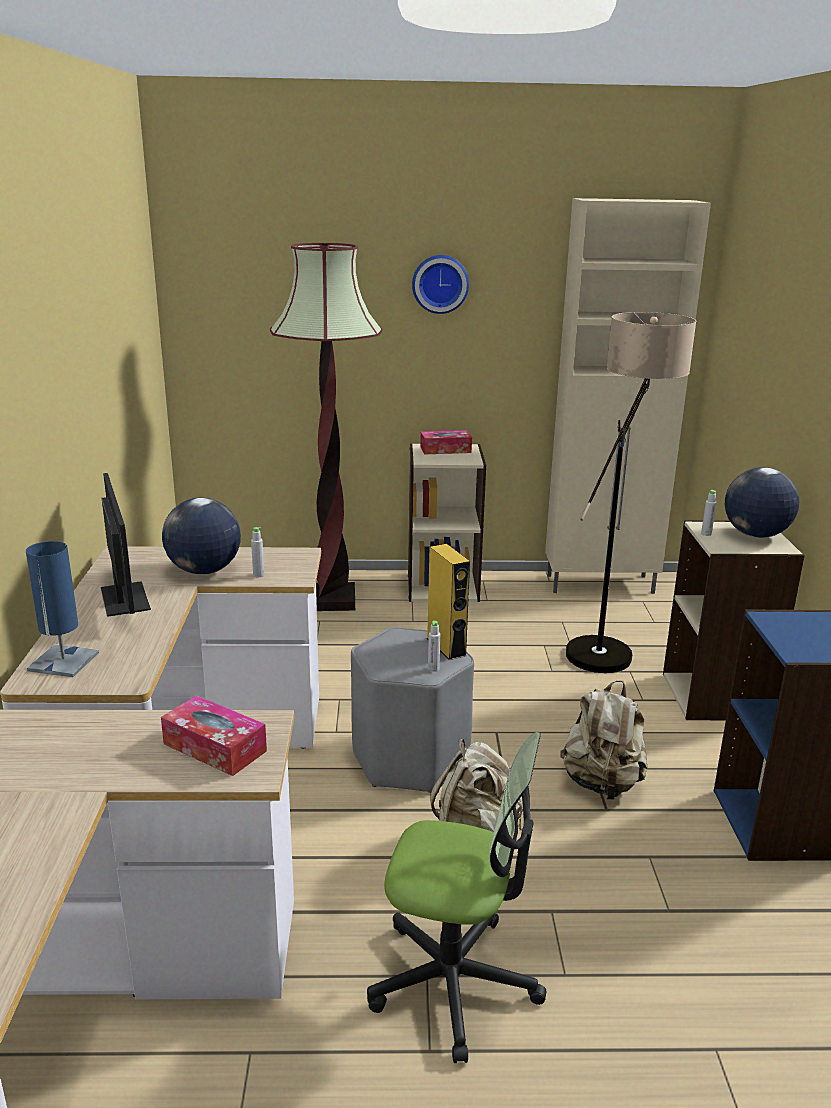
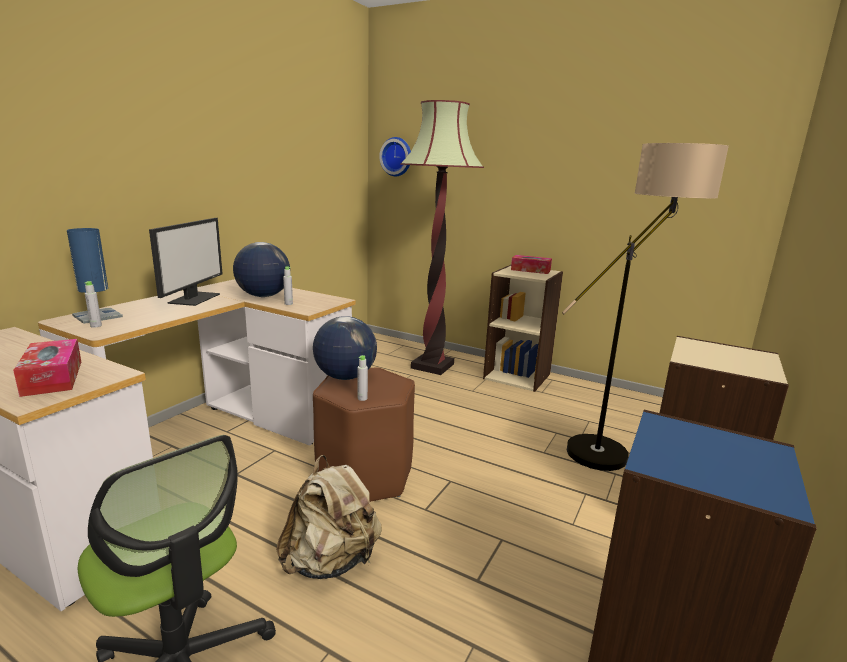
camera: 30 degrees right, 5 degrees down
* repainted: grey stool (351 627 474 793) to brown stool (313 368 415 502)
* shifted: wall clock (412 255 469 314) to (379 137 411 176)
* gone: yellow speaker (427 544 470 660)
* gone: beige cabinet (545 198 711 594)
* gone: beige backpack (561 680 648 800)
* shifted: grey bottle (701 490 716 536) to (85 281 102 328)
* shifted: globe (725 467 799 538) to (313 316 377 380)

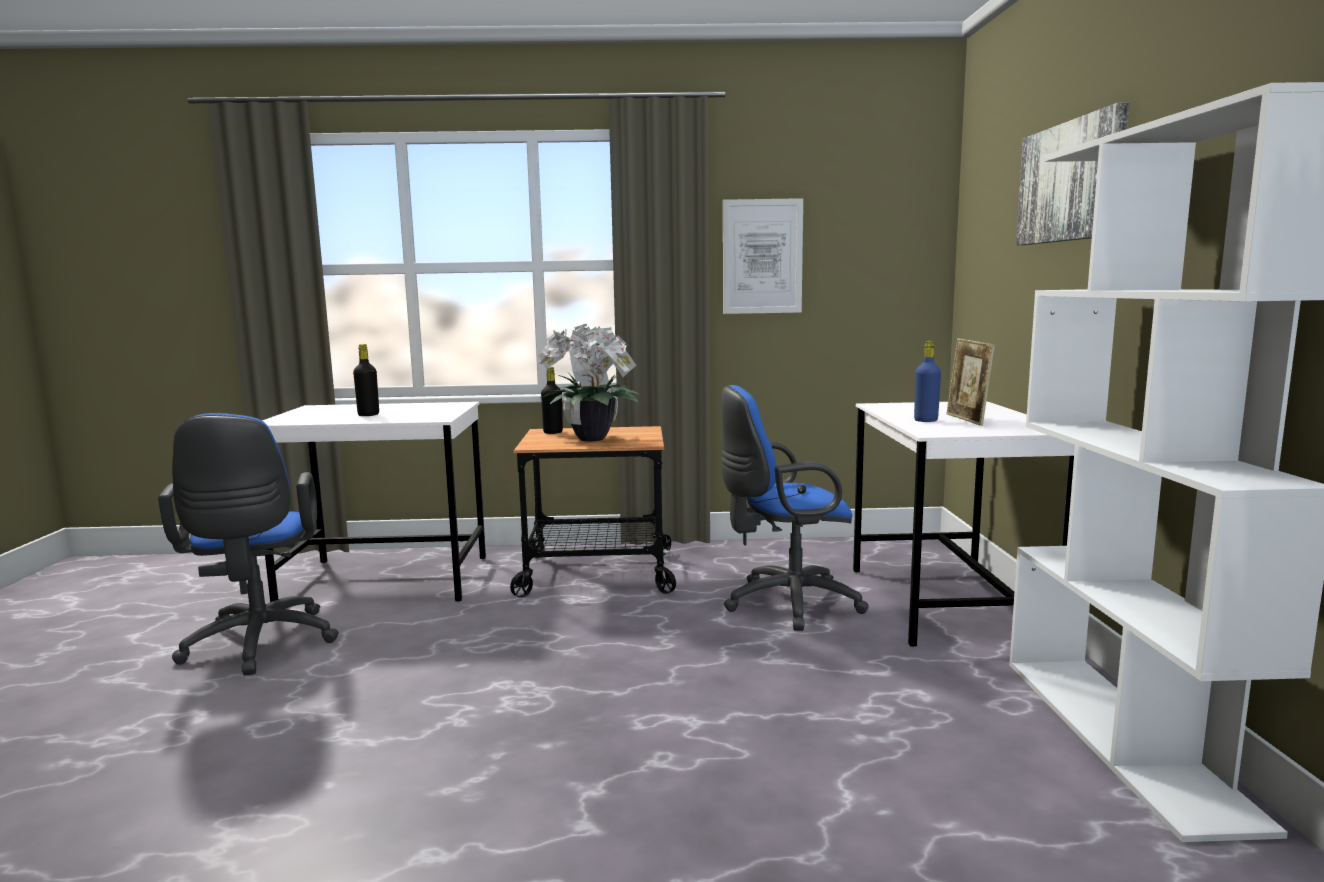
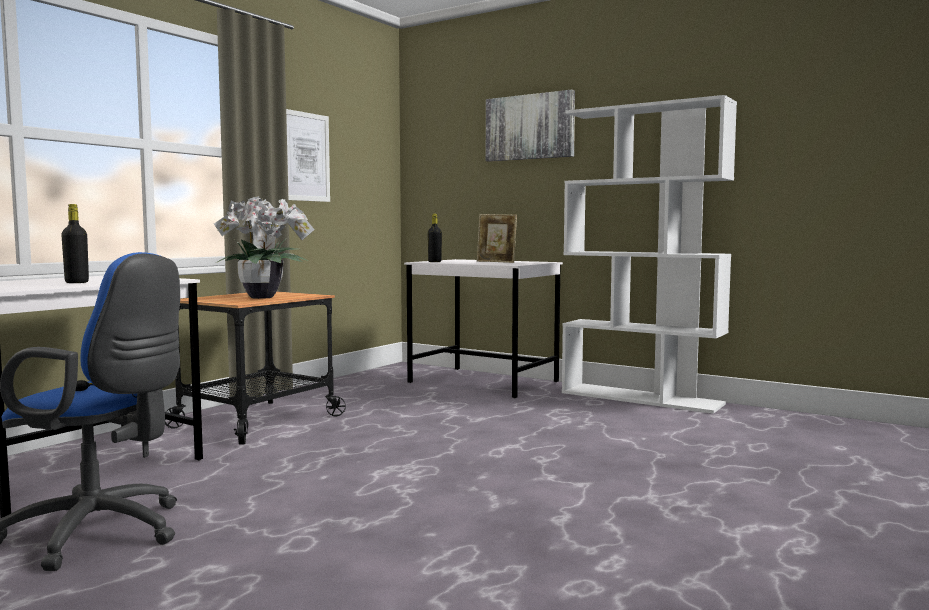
camera: 55 degrees left, 5 degrees down
* shifted: black bottle (541 367 563 434) to (428 214 442 262)
* gone: blue office chair (721 385 869 631)
* gone: blue bottle (914 341 941 422)

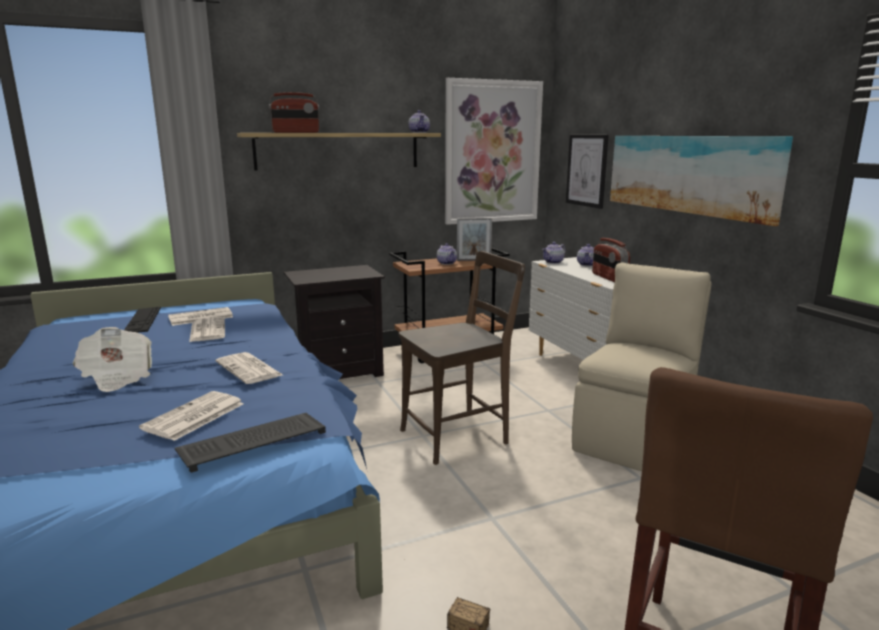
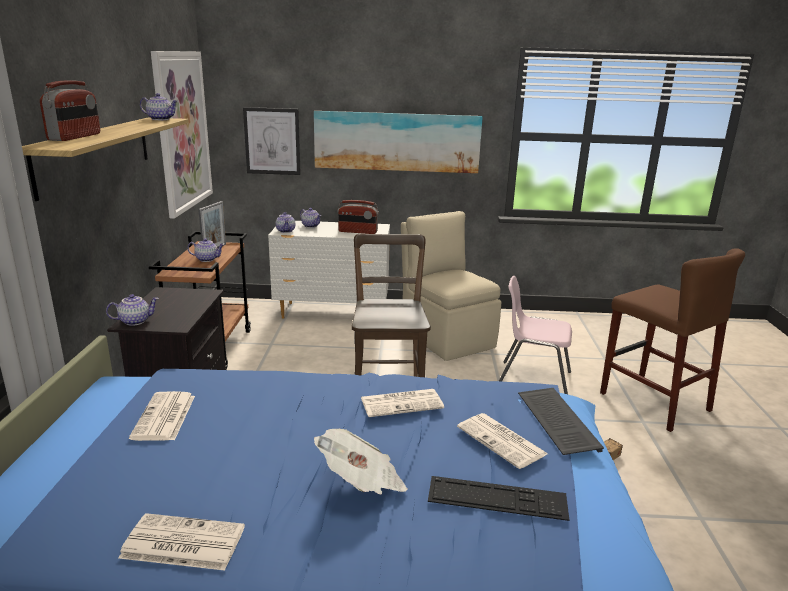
camera: 65 degrees left, 5 degrees up
* shifted: keyboard (124 307 161 332) to (428 476 569 521)
* shifted: newspaper (189 317 225 342) to (119 513 245 570)
* new: teapot (106 294 159 326)
* new: pink chair (499 276 572 394)

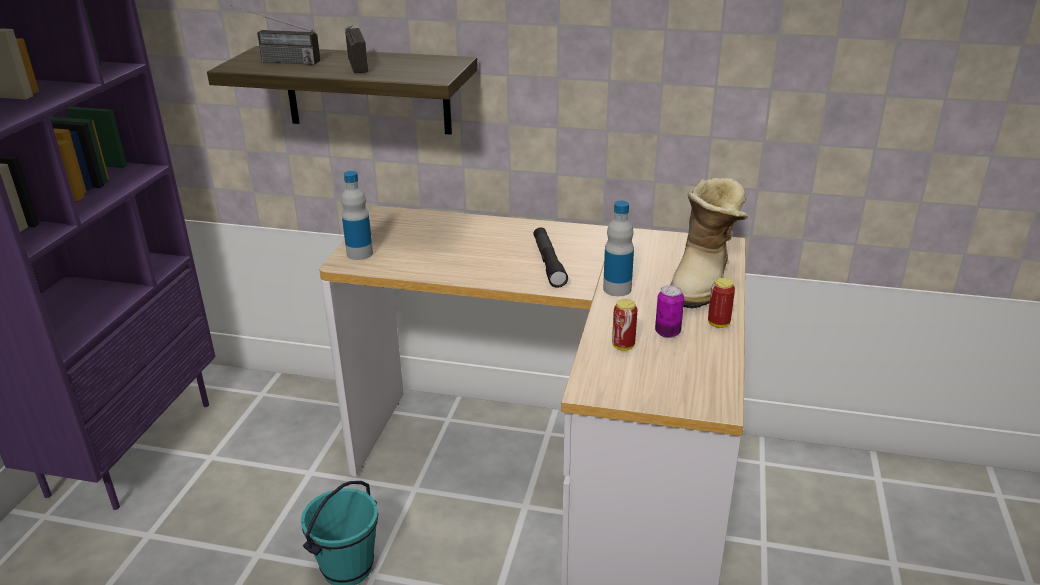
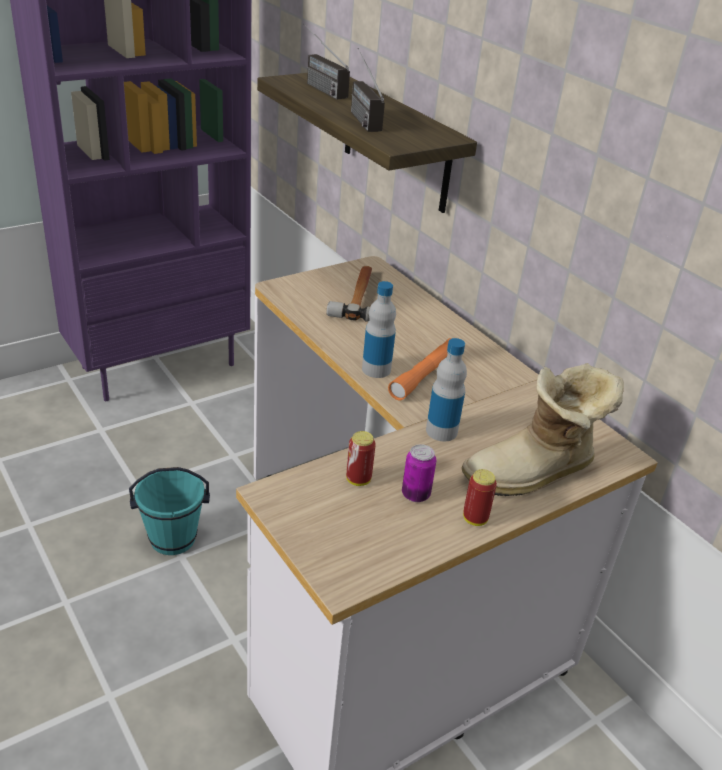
camera: 40 degrees right, 5 degrees up
* shifted: bottle (341 171 373 260) to (362 281 396 378)
* rotated: radio (345 25 368 73) = (351 48 385 132) 135 degrees clockwise
* repainted: black flashlight (533 227 568 288) to orange flashlight (388 338 452 400)
* new: hammer (327 266 372 322)

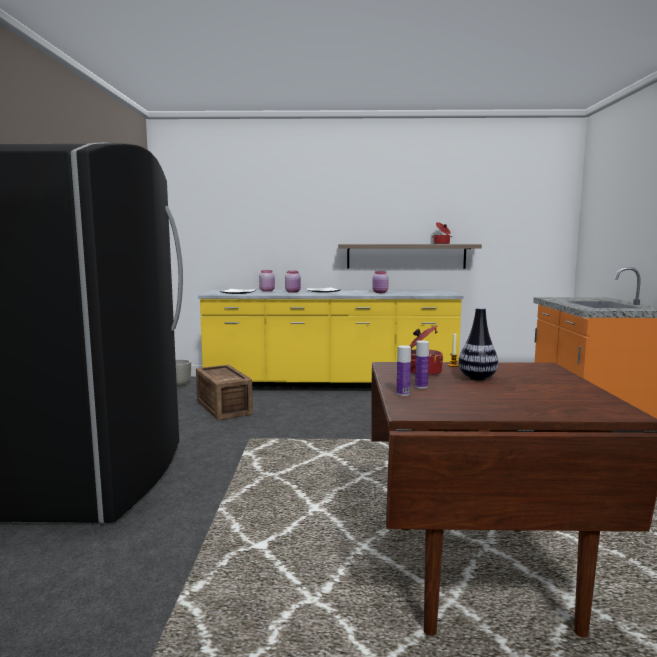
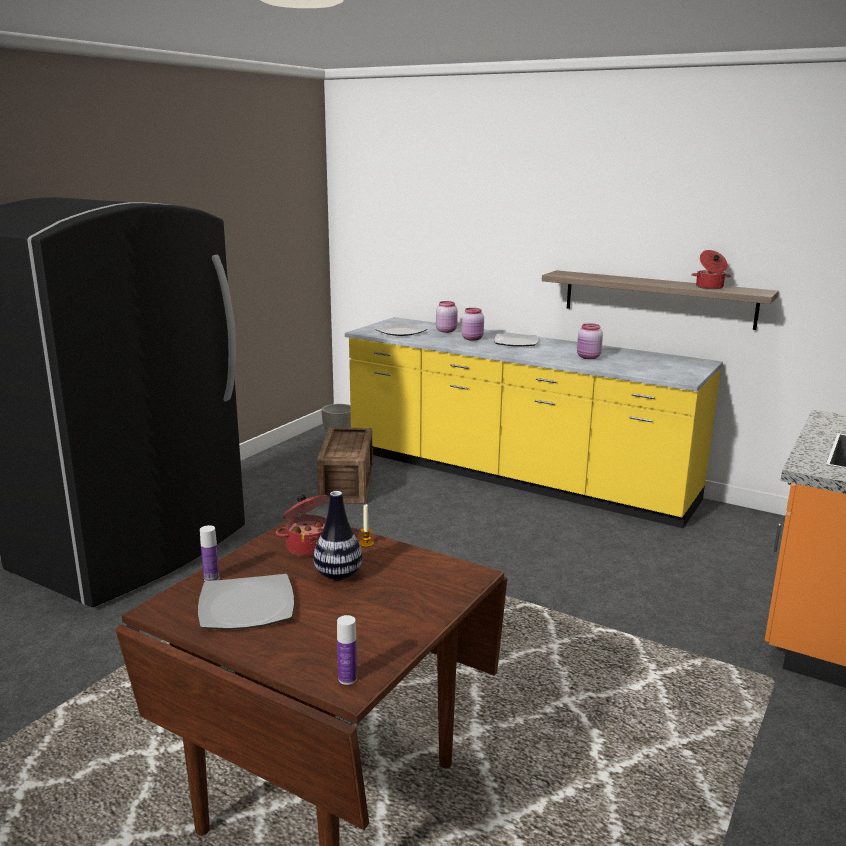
camera: 30 degrees right, 10 degrees up
* shifted: bottle (415 340 429 389) to (337 615 357 685)
* new: plate (198 574 294 630)

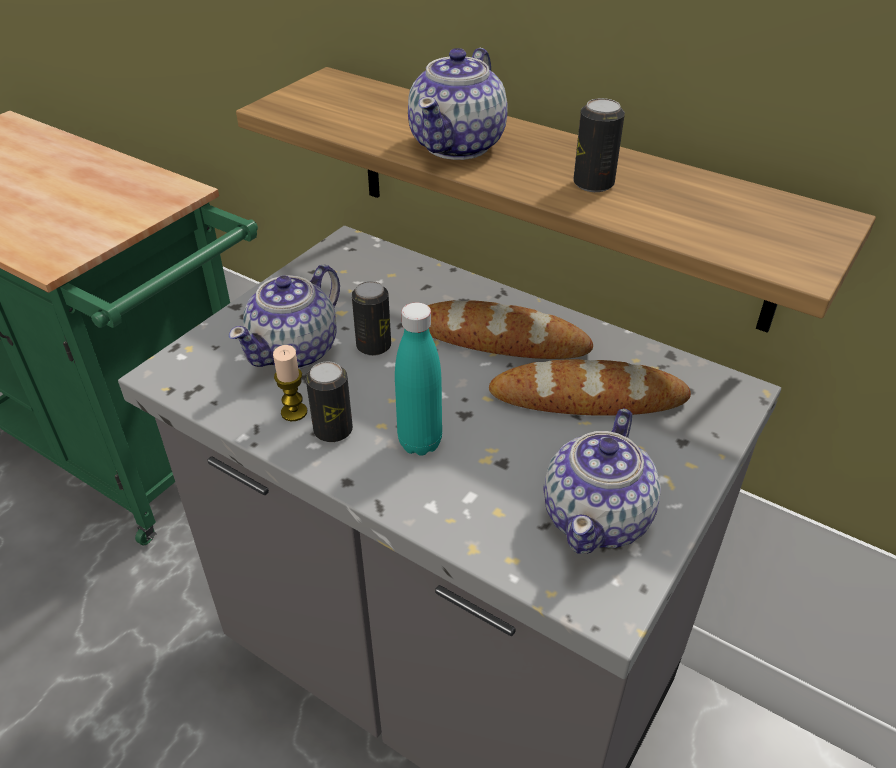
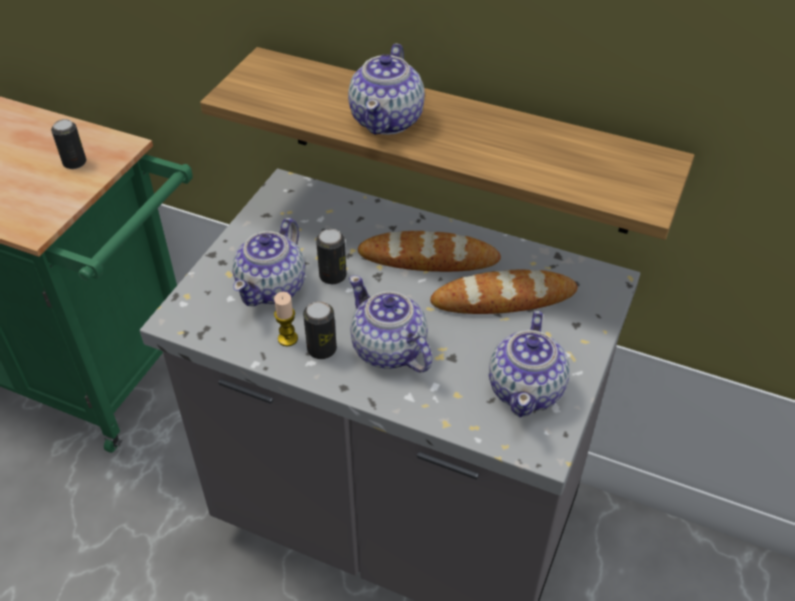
camera: 10 degrees left, 5 degrees up
* swapped: turquoise bottle (395 303 442 456) to teapot (349 275 432 373)
* shifted: can (573 98 625 192) to (51 119 86 169)

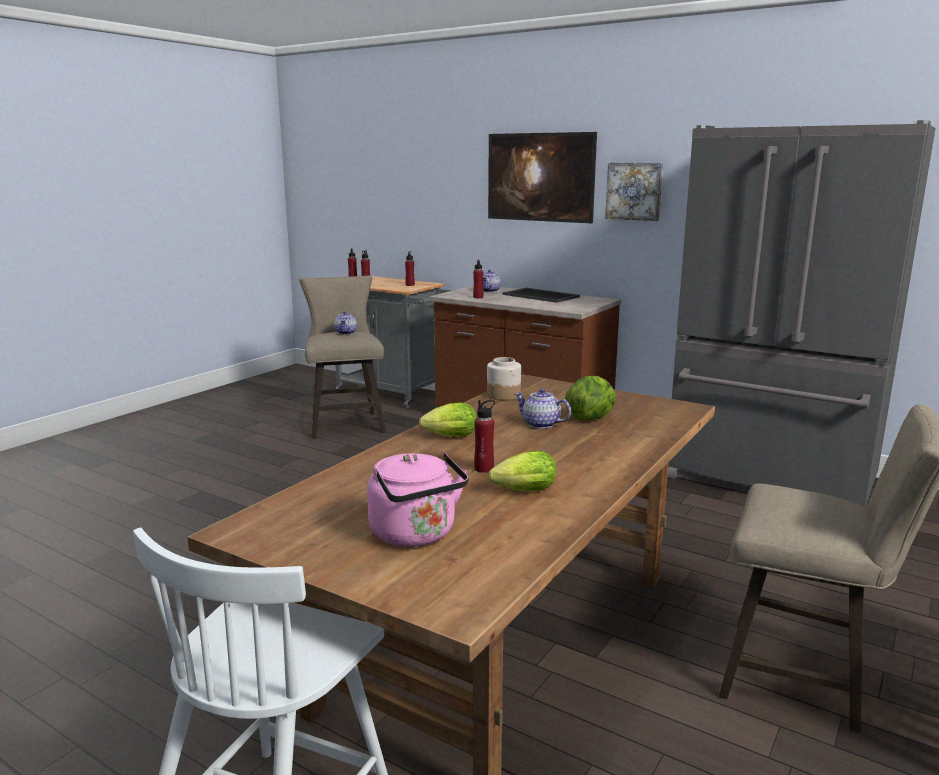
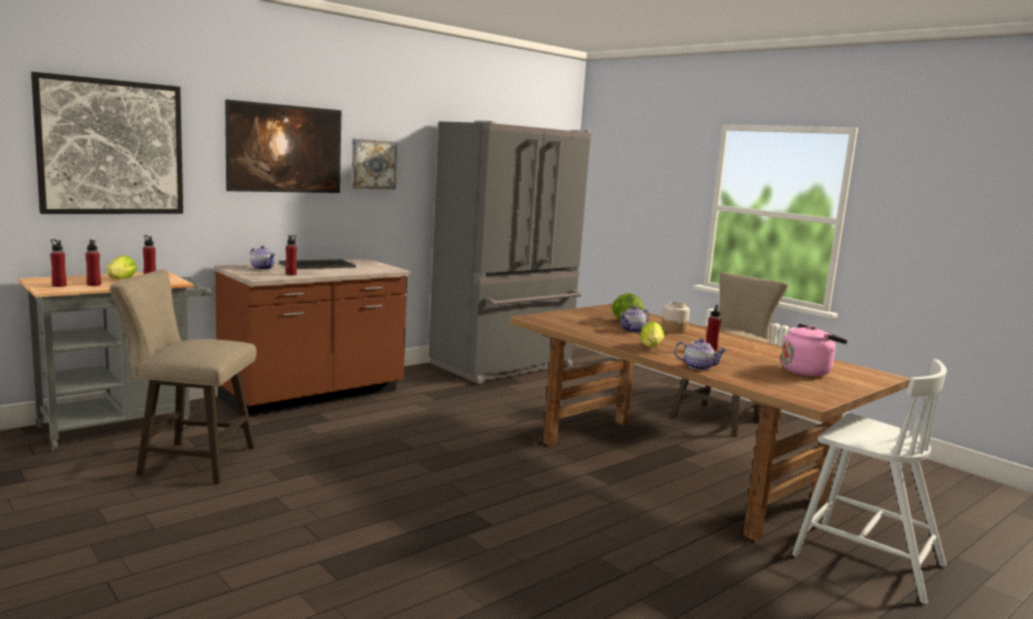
camera: 75 degrees left, 5 degrees down
* shifted: teapot (334 311 357 335) to (674 338 727 370)
* shifted: jar (487 357 521 400) to (662 302 690 334)
* shifted: lettuce (488 451 556 491) to (106 256 137 280)
* new: picture (31 72 183 214)

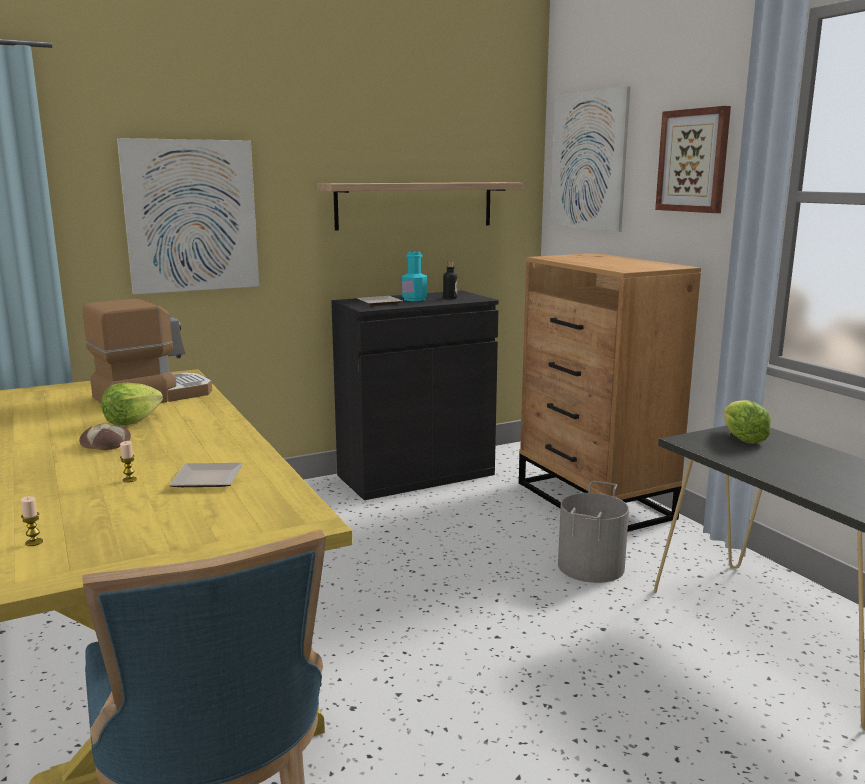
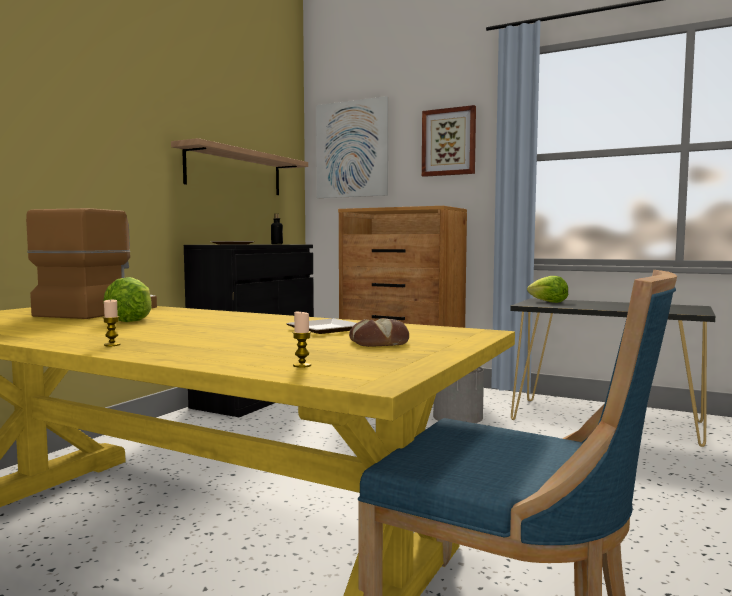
camera: 35 degrees left, 10 degrees down
* shifted: bread (79 423 131 450) to (349 318 409 347)
* gone: picture (117 138 259 294)
* shifted: candle (120 441 137 483) to (103 299 120 346)
* gone: turquoise bottle (402 252 427 301)

